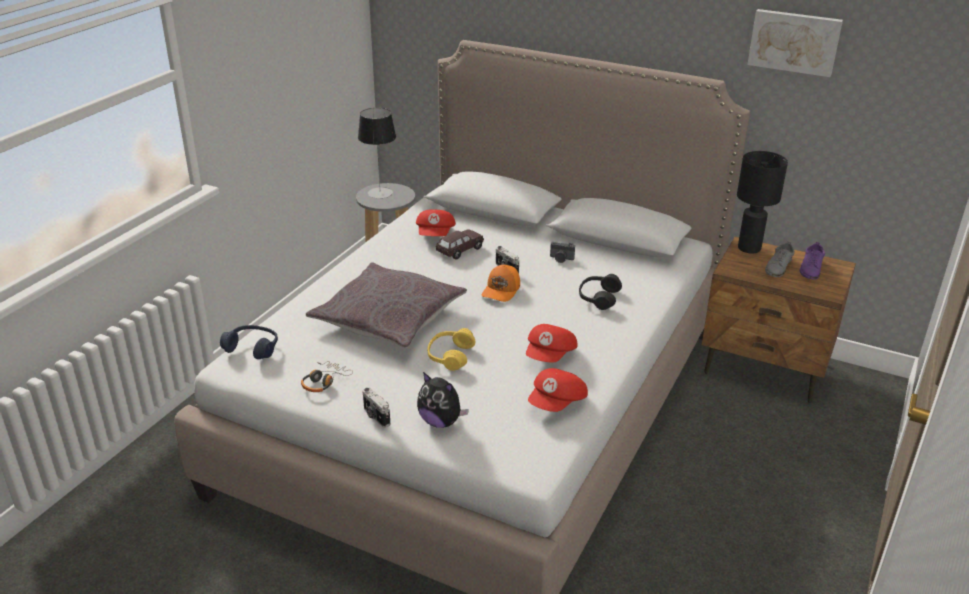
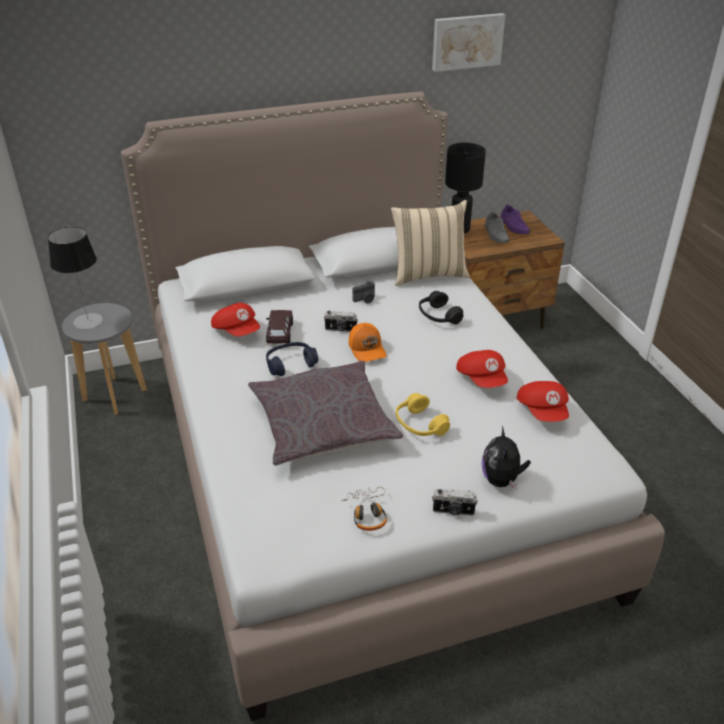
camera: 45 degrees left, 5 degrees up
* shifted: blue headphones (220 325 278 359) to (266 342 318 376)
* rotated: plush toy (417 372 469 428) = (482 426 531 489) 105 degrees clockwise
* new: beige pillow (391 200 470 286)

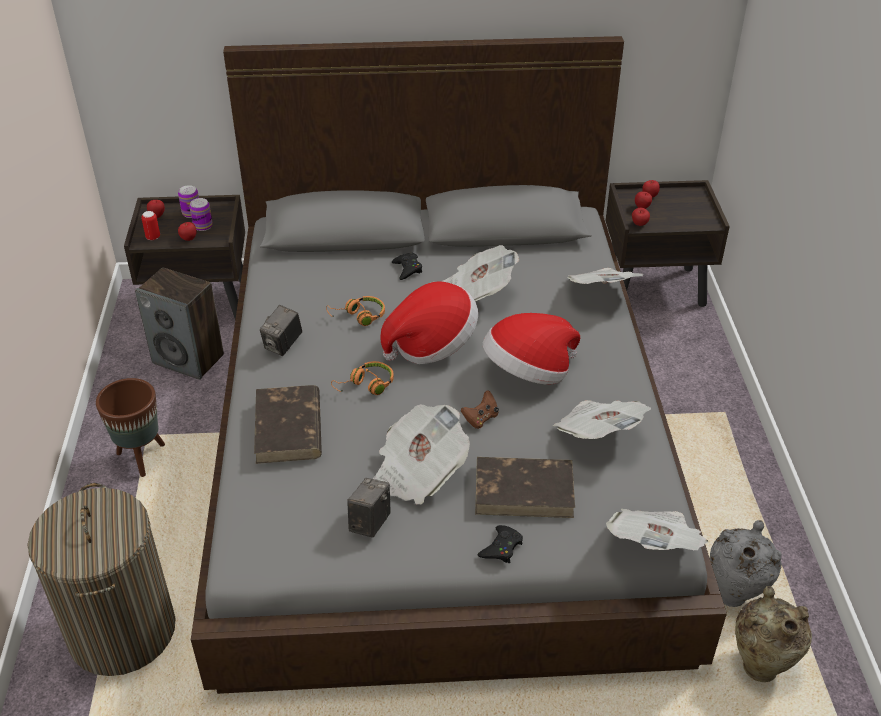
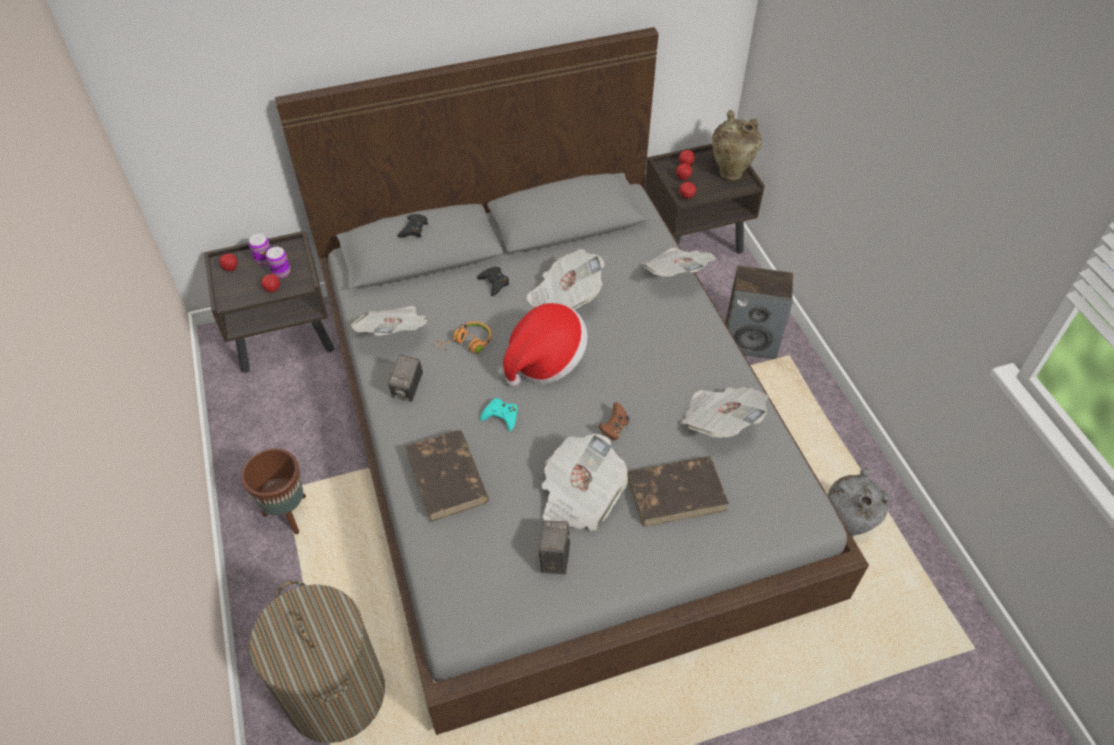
camera: 15 degrees left, 10 degrees up
* shifted: speaker (135 267 224 380) to (725 266 793 359)
* gone: can (141 211 160 240)
* swapped: orange headphones (331 361 394 395) to turquoise game controller (480 398 518 431)
* shifted: black game controller (477 525 523 563) to (398 214 428 237)
* gone: hat (483 313 580 385)
* shifted: newspaper (606 509 708 550) to (351 306 429 336)
* shifted: beige vase (735 586 812 682) to (712 110 762 180)

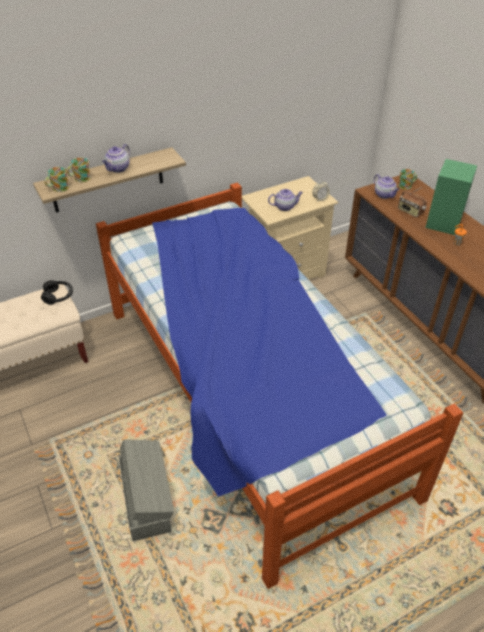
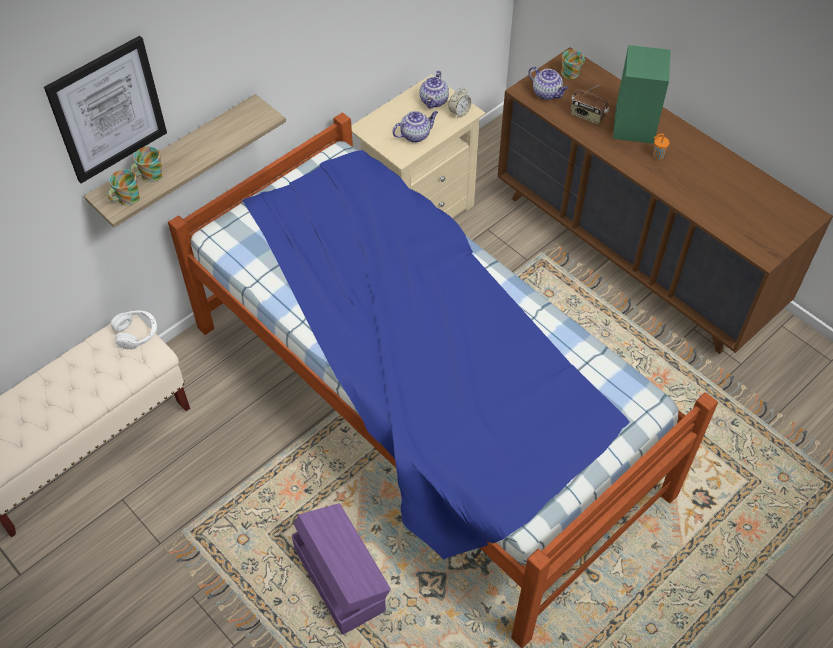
camera: 15 degrees left, 10 degrees up
* repainted: black headphones (41 280 73 305) to white headphones (111 310 157 350)
* shifted: teapot (102 144 130 173) to (420 71 449 109)
* repainted: grey storage box (119 439 174 541) to purple storage box (292 503 391 635)
* new: picture (44 36 167 183)

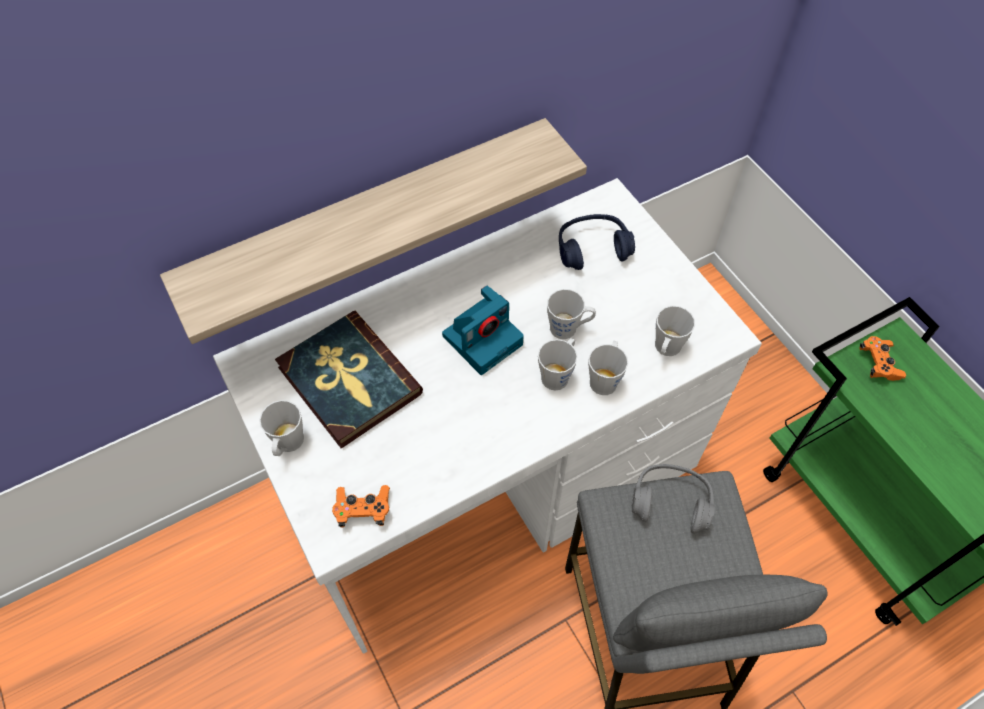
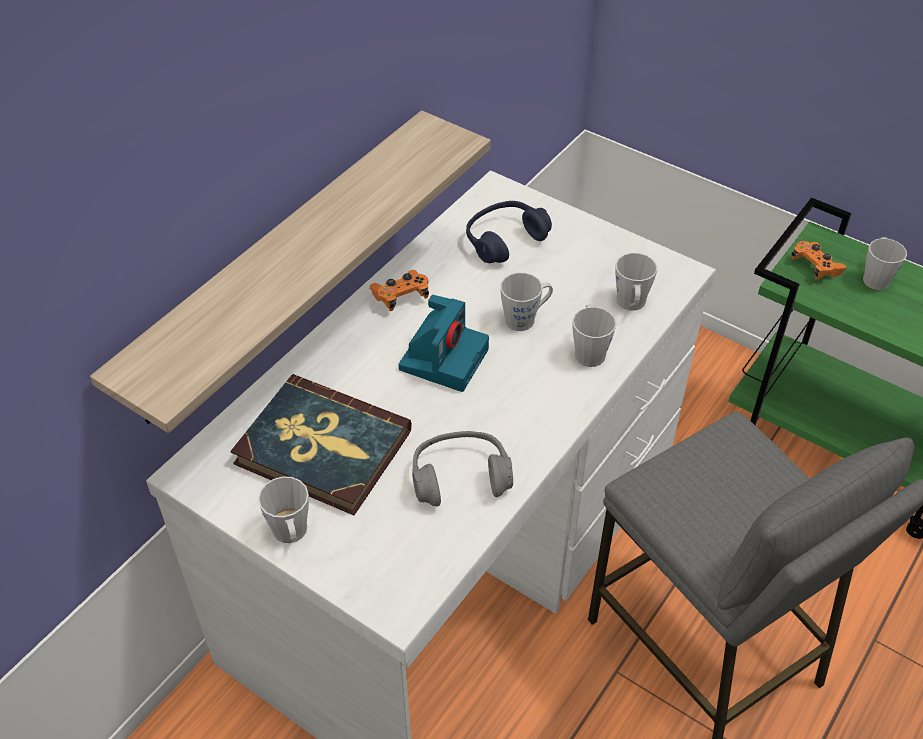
camera: 25 degrees left, 10 degrees down
* shifted: orange game controller (332 485 390 528) to (369 270 429 311)
* shifted: grey mug (538 338 578 391) to (863 237 907 290)
* shifted: grey headphones (631 464 715 533) to (412 431 513 506)

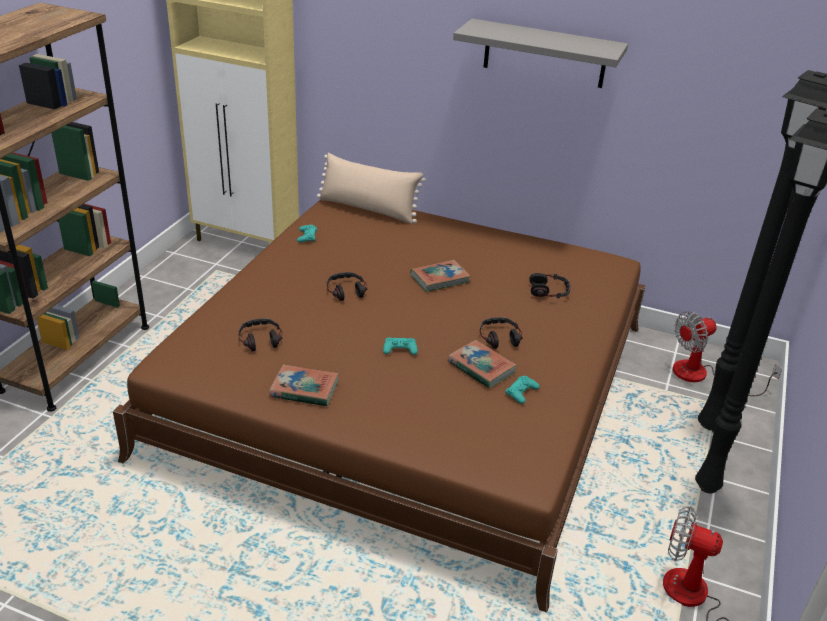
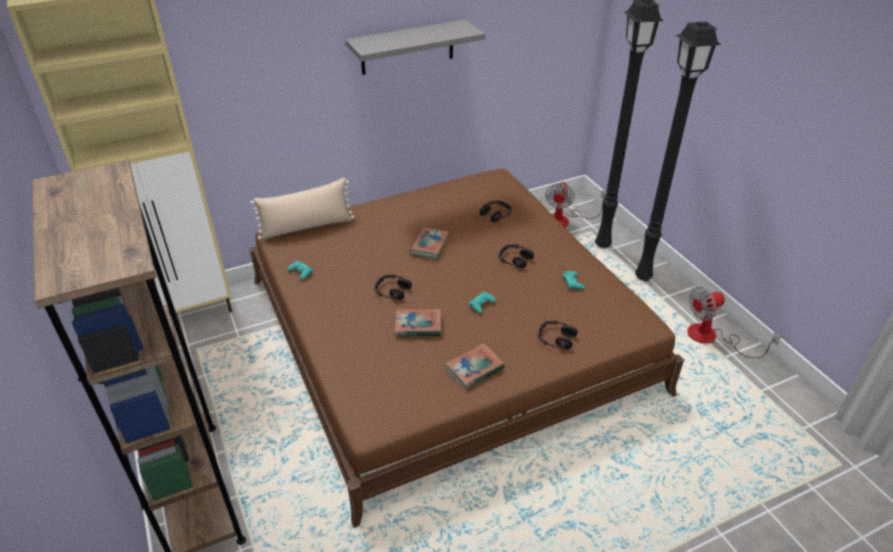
camera: 45 degrees left, 5 degrees up
* shifted: headphones (238 318 282 351) to (538 320 578 349)
* shifted: book (448 340 517 388) to (395 309 441 337)

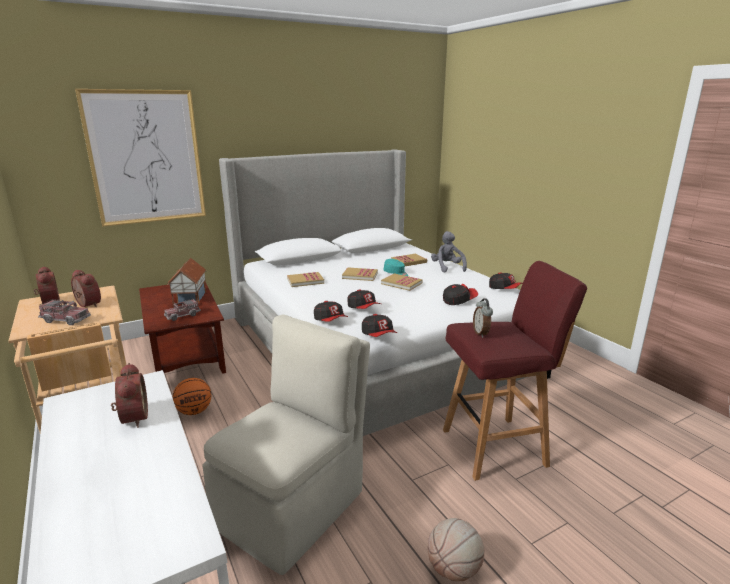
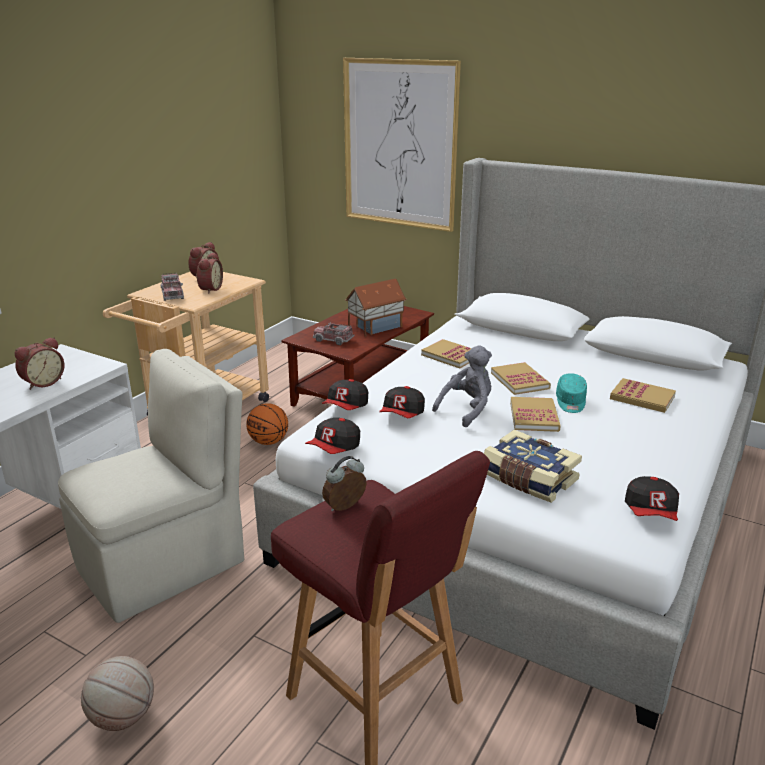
camera: 60 degrees right, 5 degrees up
* rotated: beige chair (202 314 370 575) = (58 349 244 623) 45 degrees counterclockwise
* shifted: grey plush toy (431 231 467 273) to (432 345 492 427)
* swapped: cap (443 284 478 305) to book (484 430 582 503)

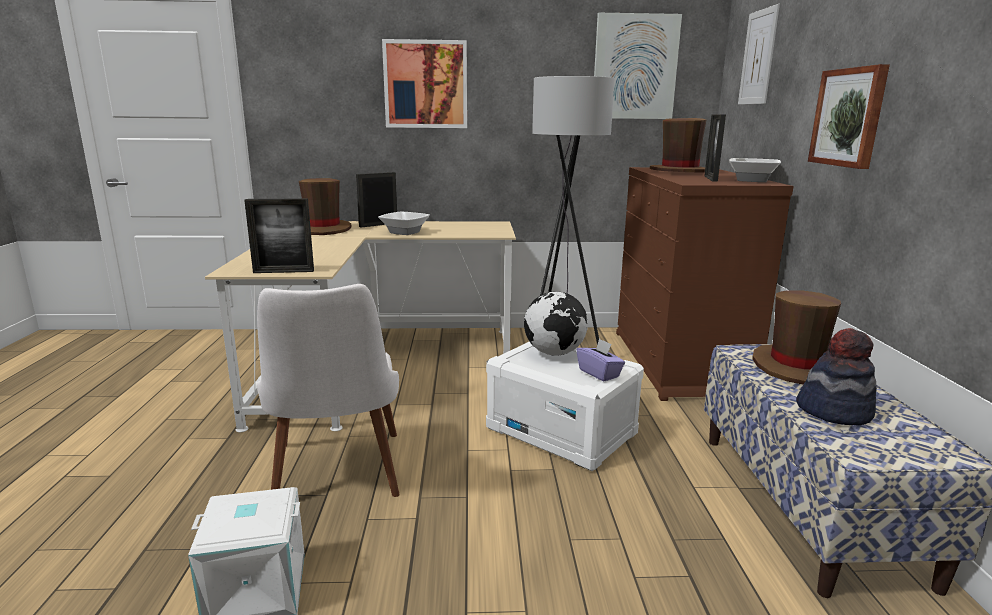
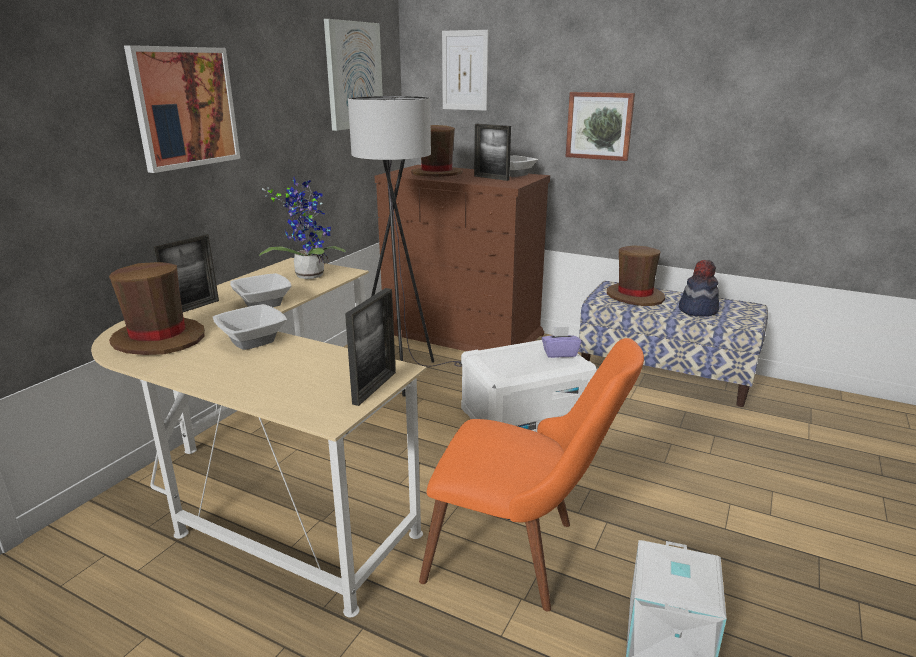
camera: 60 degrees left, 5 degrees up
* repainted: white chair (257 284 400 497) to orange chair (419 338 644 611)
* rotated: picture frame (356 172 397 227) = (151 233 219 312) 135 degrees counterclockwise
* gone: globe (524 292 588 356)
* new: bowl (213 304 287 350)
* new: potted plant (259 177 346 279)

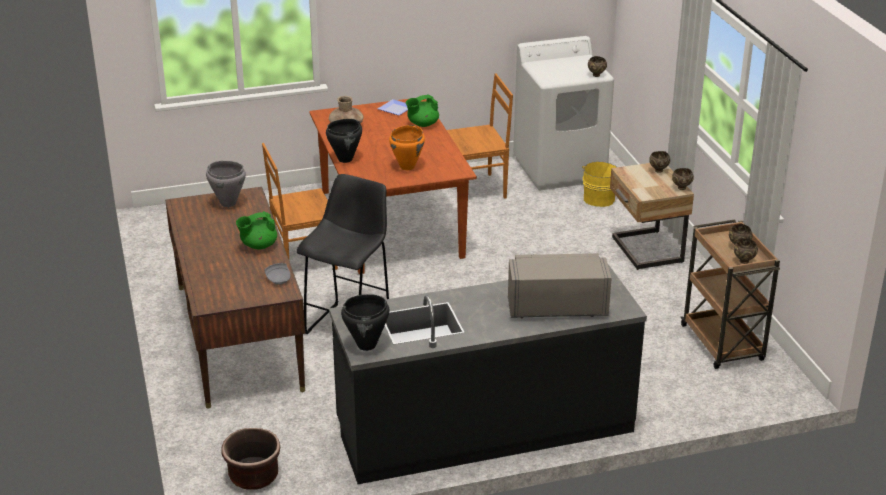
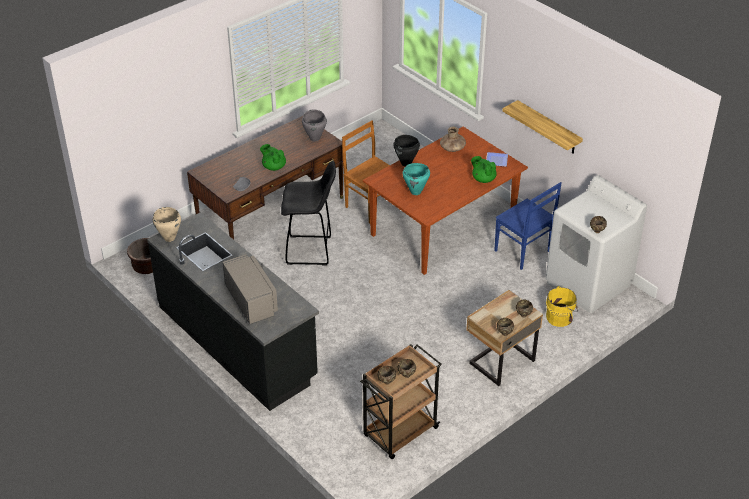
camera: 65 degrees right, 10 degrees up
* repainted: black cooking pot (341 294 389 351) to beige cooking pot (153 207 181 242)
* repainted: orange cooking pot (389 125 425 170) to turquoise cooking pot (403 163 430 195)
* repainted: brown chair (447 73 513 199) to blue chair (494 182 562 270)
* new: shelf (502 100 583 154)

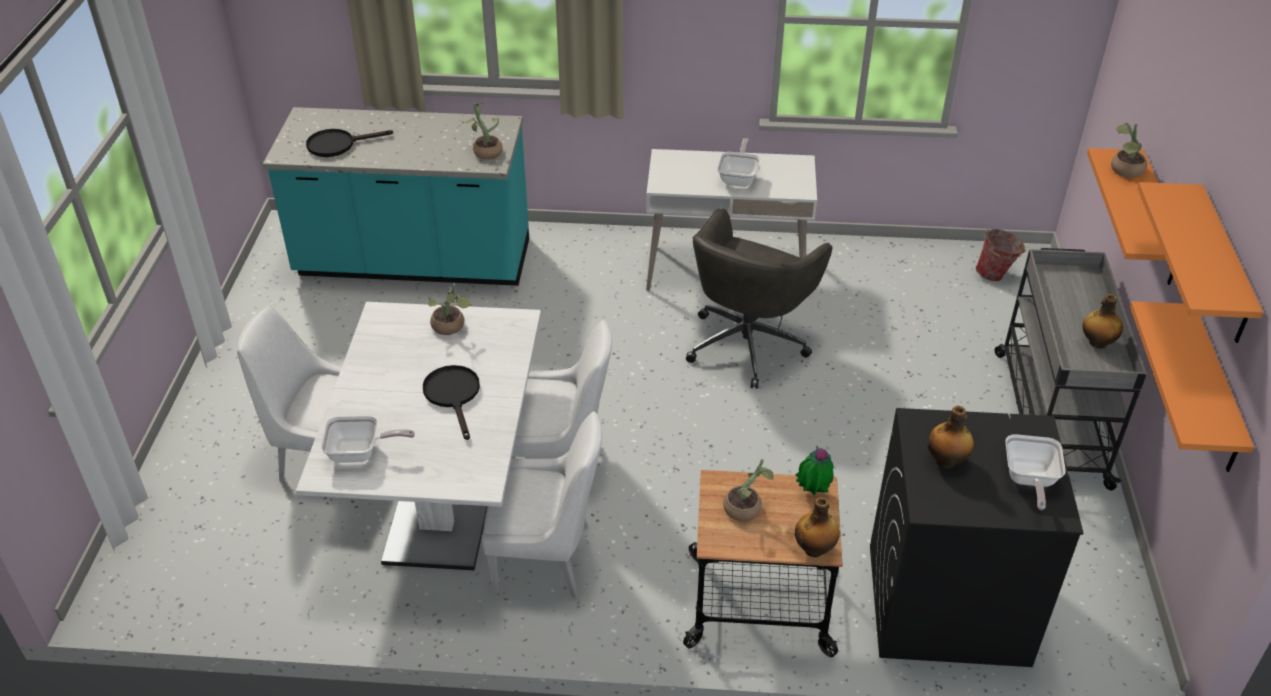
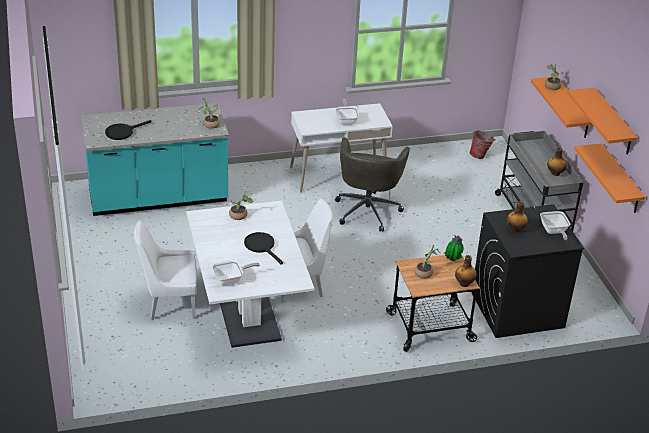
camera: 20 degrees left, 5 degrees down
* gone: white chair (481 411 602 598)

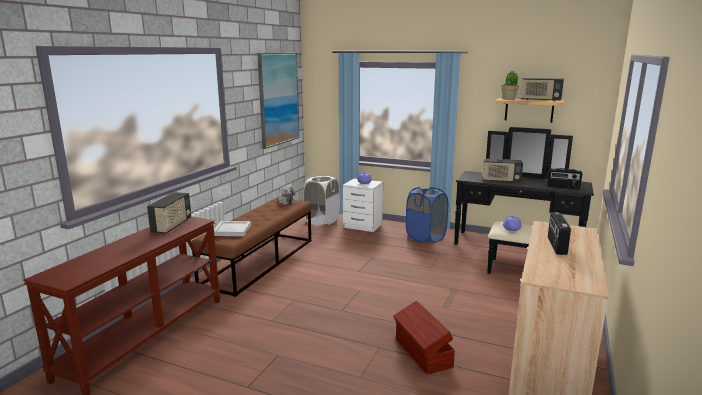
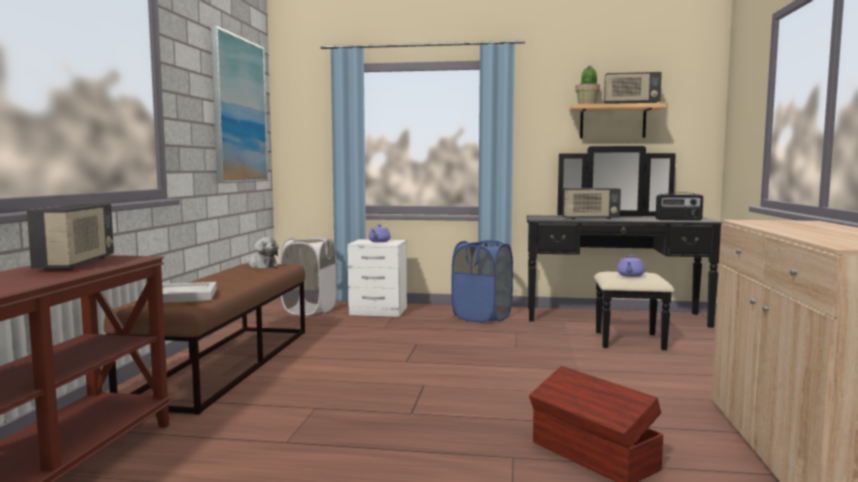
camera: 15 degrees left, 10 degrees down
* gone: radio (548 212 571 255)

